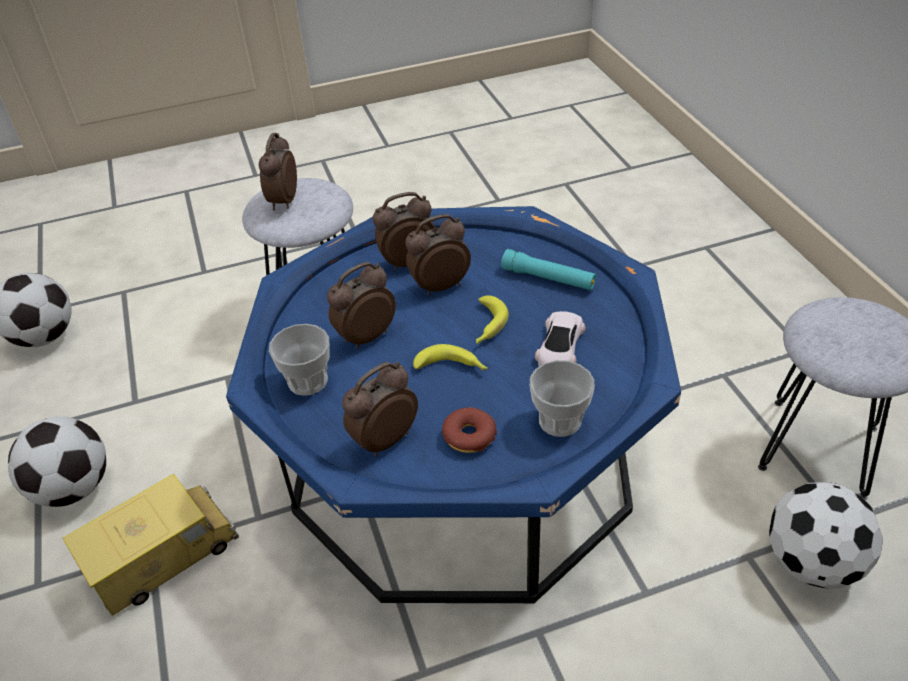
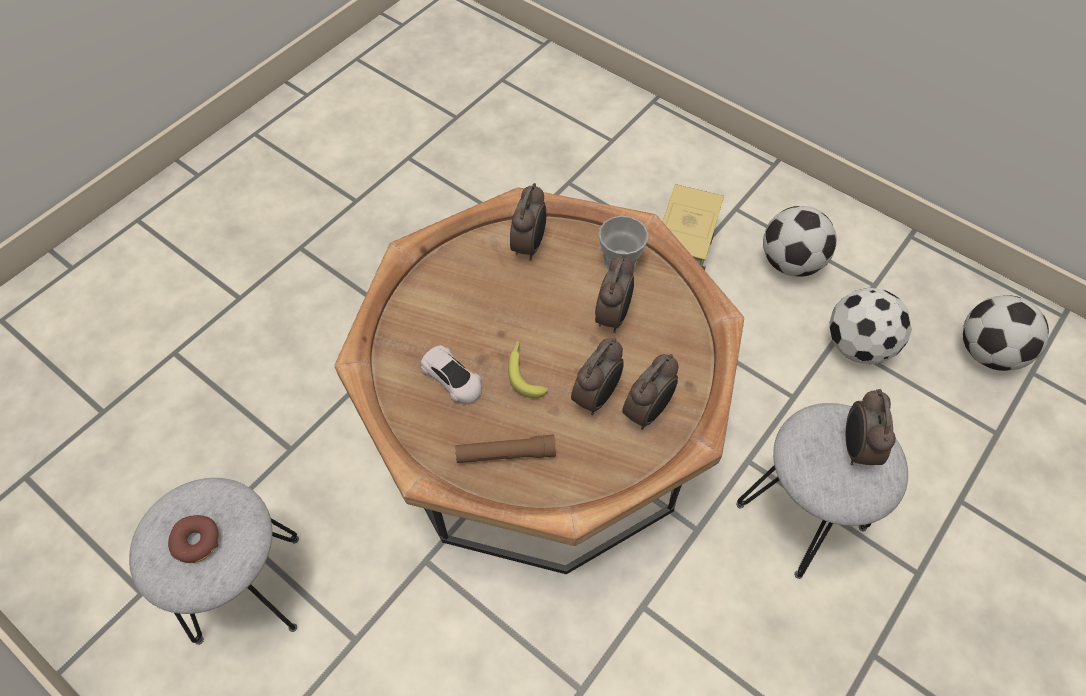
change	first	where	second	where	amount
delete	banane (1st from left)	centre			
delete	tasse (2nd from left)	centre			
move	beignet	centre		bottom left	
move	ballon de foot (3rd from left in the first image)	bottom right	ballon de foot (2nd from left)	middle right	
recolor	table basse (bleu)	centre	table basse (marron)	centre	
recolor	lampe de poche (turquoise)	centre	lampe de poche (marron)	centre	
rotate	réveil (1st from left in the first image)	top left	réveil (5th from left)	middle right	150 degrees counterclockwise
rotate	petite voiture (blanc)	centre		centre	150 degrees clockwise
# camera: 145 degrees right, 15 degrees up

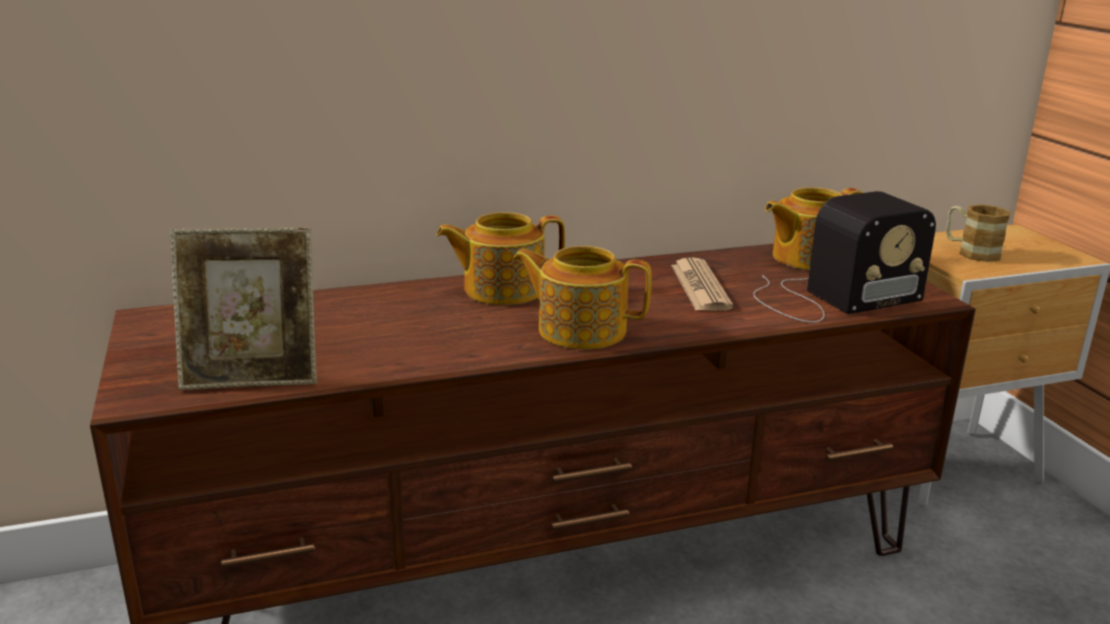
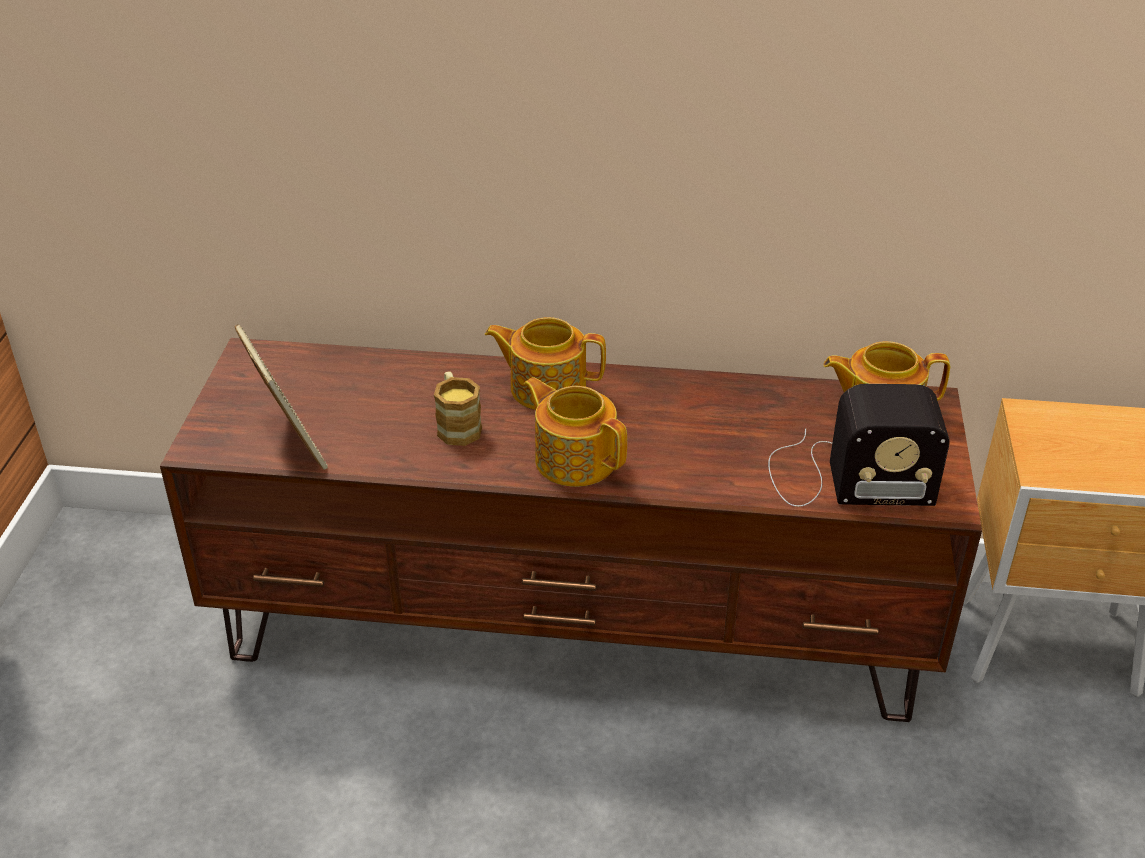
change	first	where	second	where	amount
delete	journal	centre			
move	mug	middle right		centre	
rotate	cadre photo	middle left		middle left	135 degrees counterclockwise
# camera: 25 degrees right, 15 degrees up

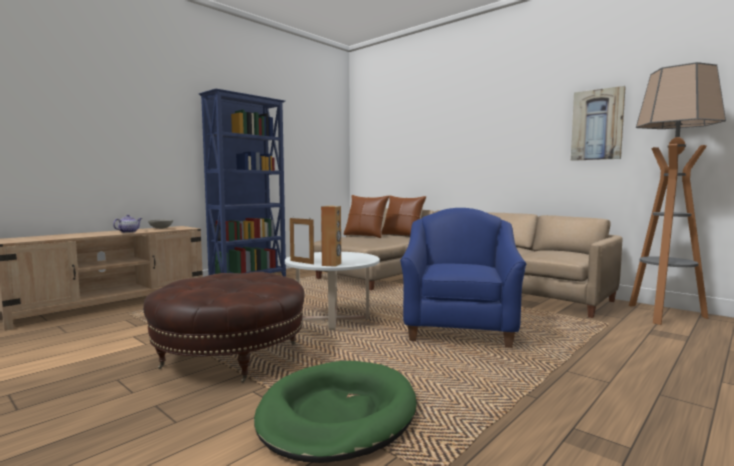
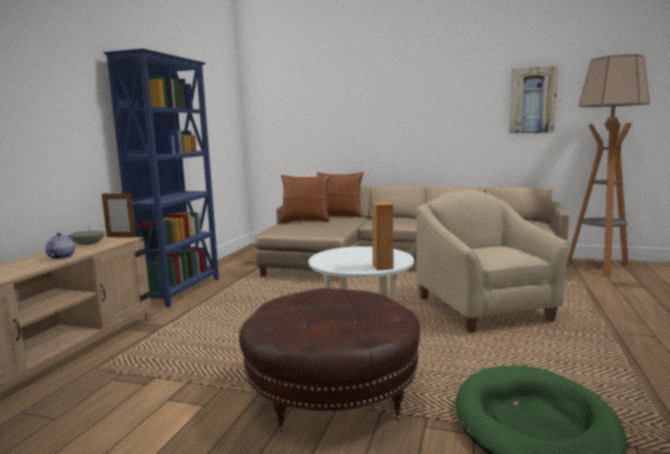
change	first	where	second	where	amount
move	cadre photo	centre		middle left	
recolor	fauteuil (bleu)	centre	fauteuil (beige)	middle right	
# camera: 25 degrees left, 5 degrees up

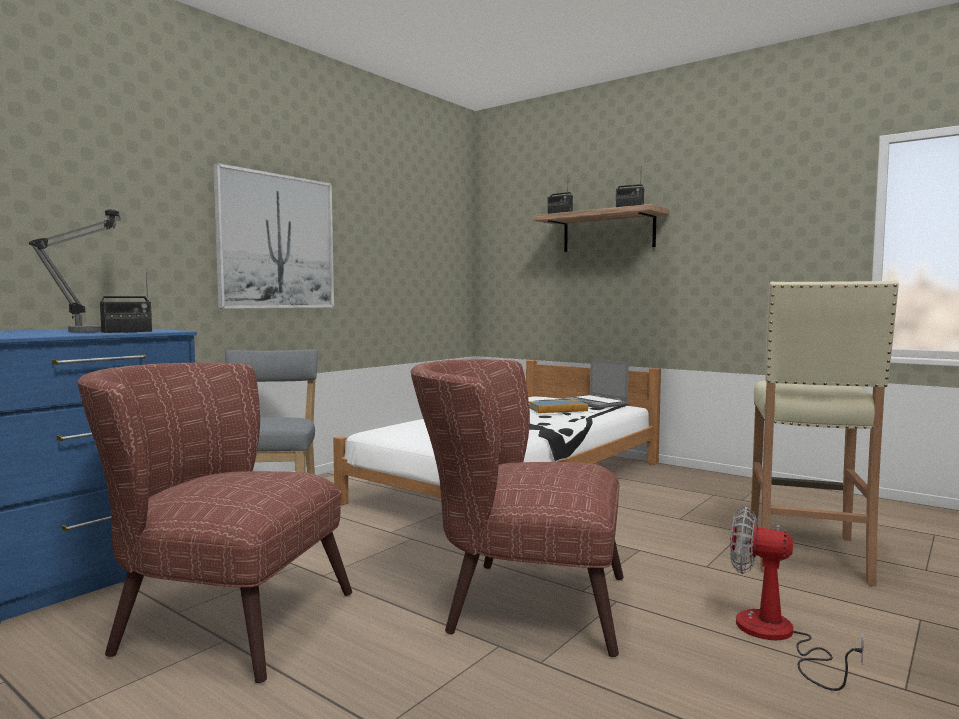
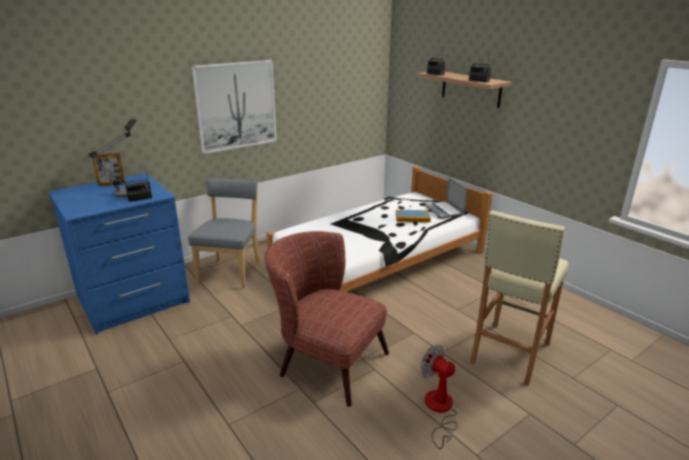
change	first	where	second	where	amount
delete	fauteuil (marron) (1st from left)	bottom left			
insert			cadre photo	middle left	
# camera: 15 degrees right, 20 degrees up

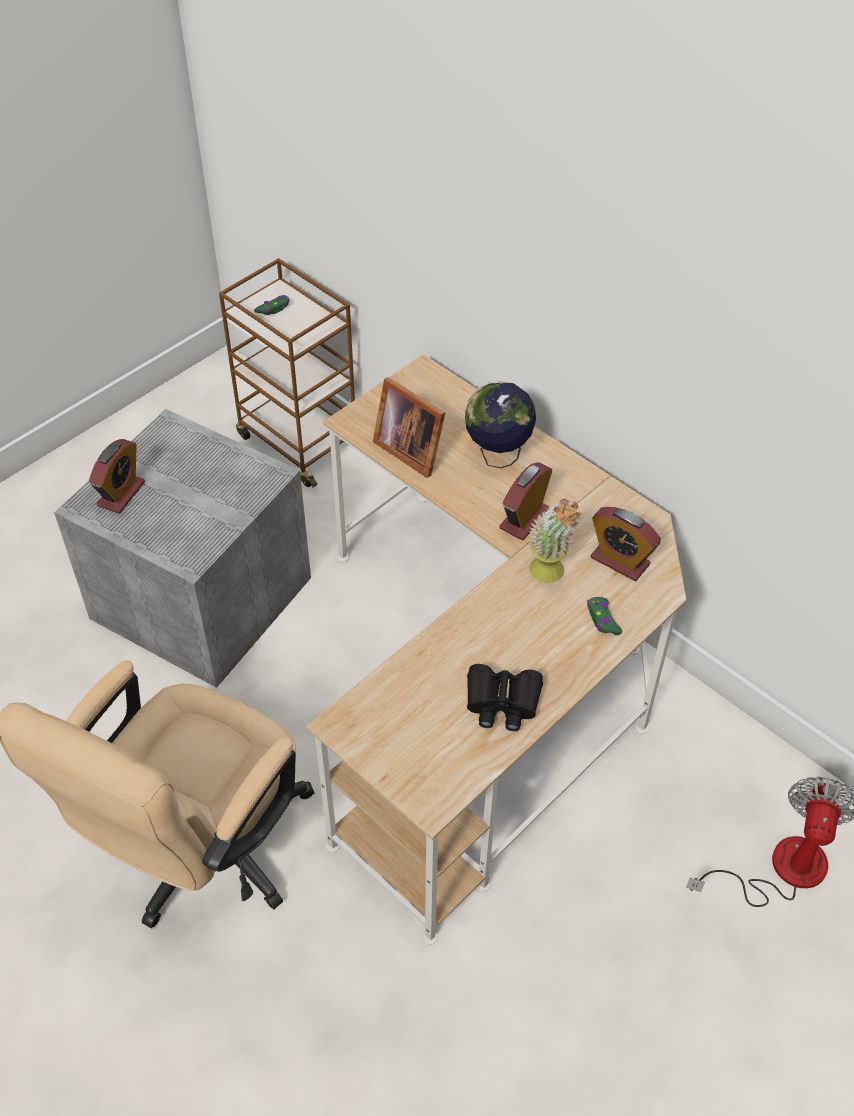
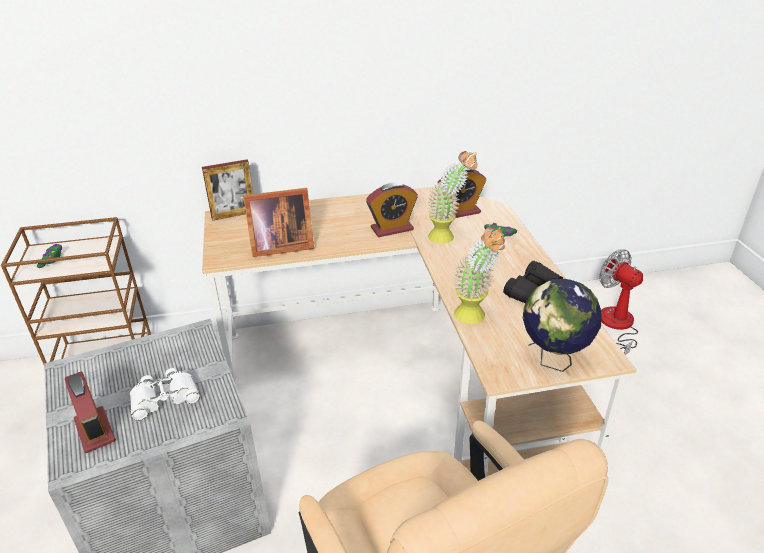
change	first	where	second	where	amount
insert			jumelles (blanc)	bottom left	
insert			cadre photo (1st from left)	middle left	
insert			plante en pot (2nd from left)	centre	
move	globe	centre		middle right	
rotate	réveil (2nd from left)	centre		centre	90 degrees counterclockwise
# camera: 55 degrees left, 15 degrees down

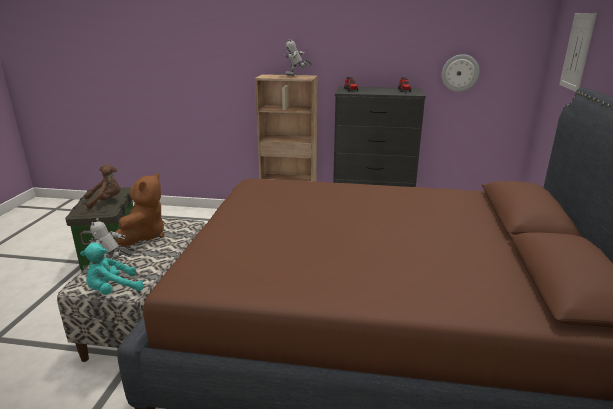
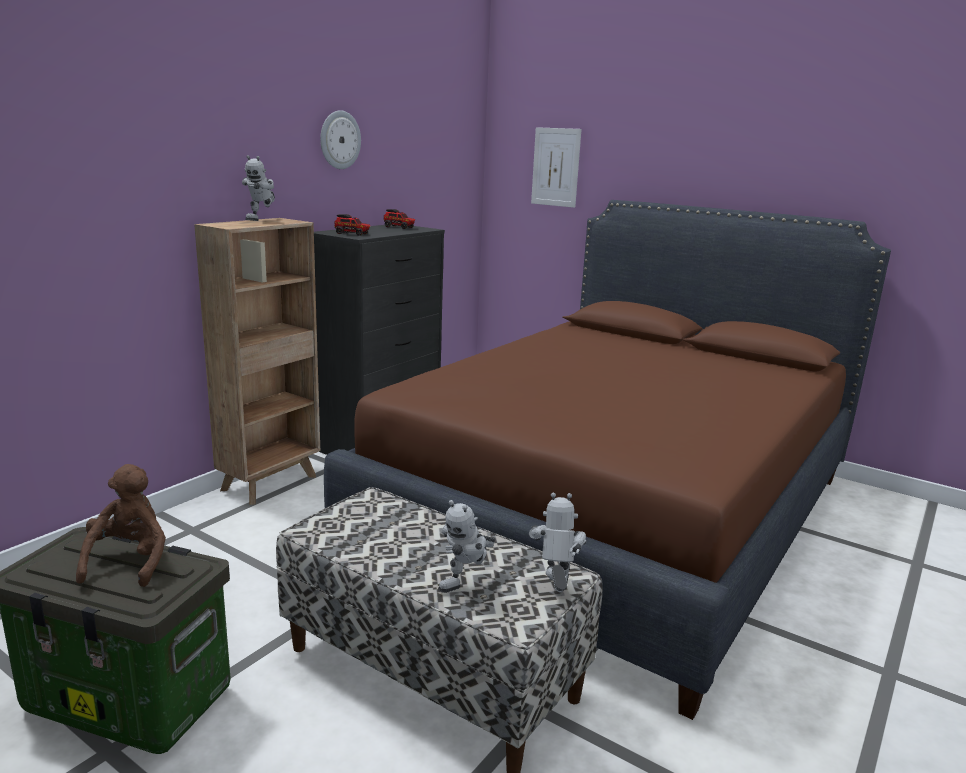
change	first	where	second	where	amount
delete	peluche (marron) (2nd from left)	middle left			
move	horloge murale	top right		top centre	
replace	peluche (turquoise)	middle left	robot jouet (3rd from left)	bottom centre	
# camera: 65 degrees left, 5 degrees down

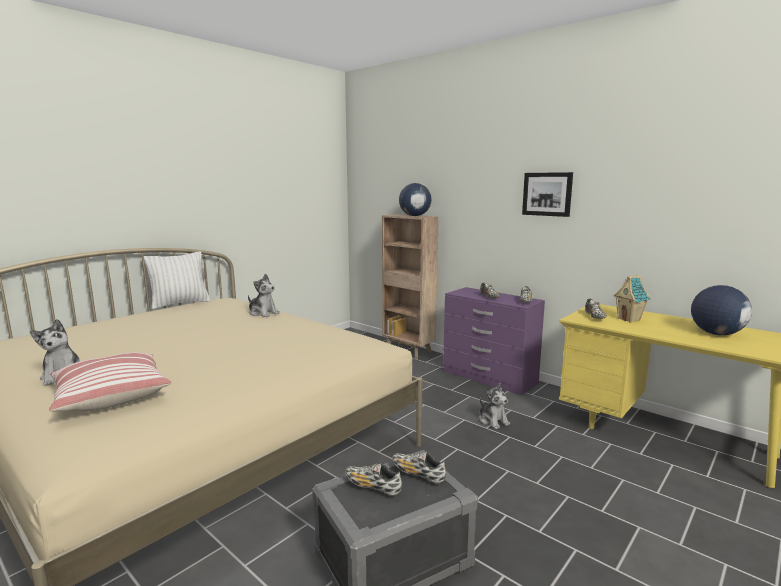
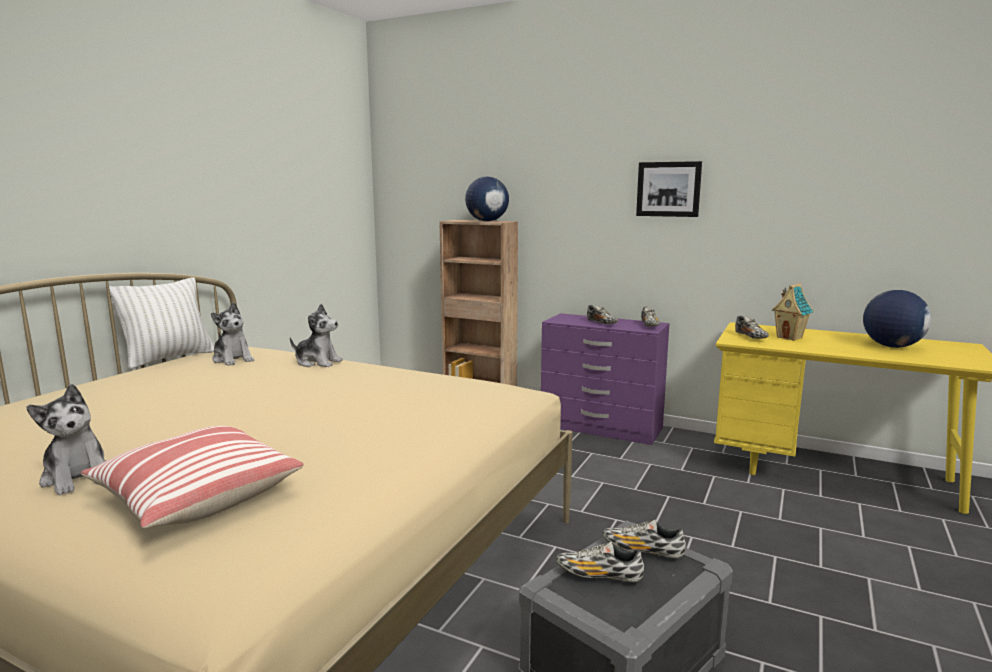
change	first	where	second	where	amount
move	peluche (3rd from left in the first image)	bottom centre	peluche (2nd from left)	middle left	
# camera: 15 degrees left, 0 degrees up

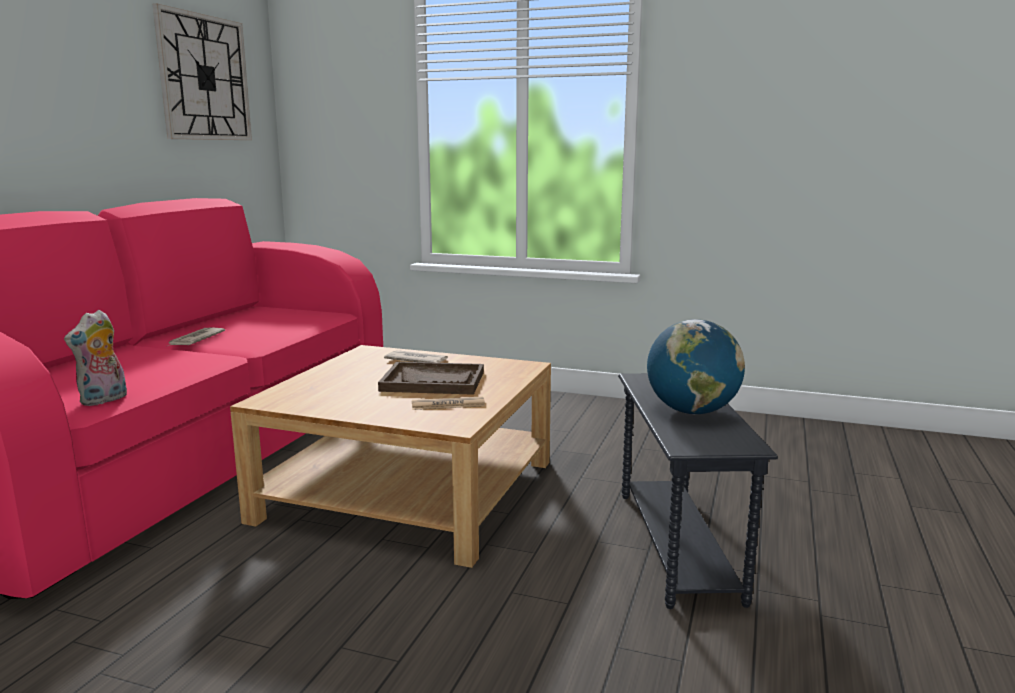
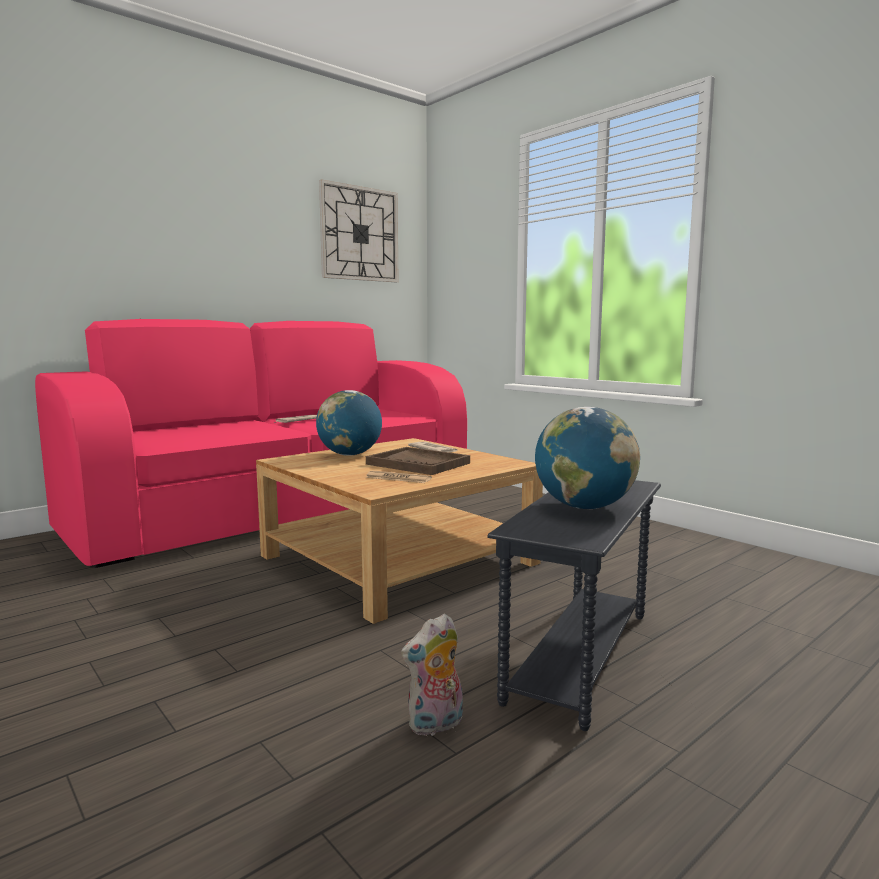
change	first	where	second	where	amount
insert			globe (1st from left)	centre	
move	peluche	middle left		bottom centre	
# camera: 30 degrees right, 5 degrees down

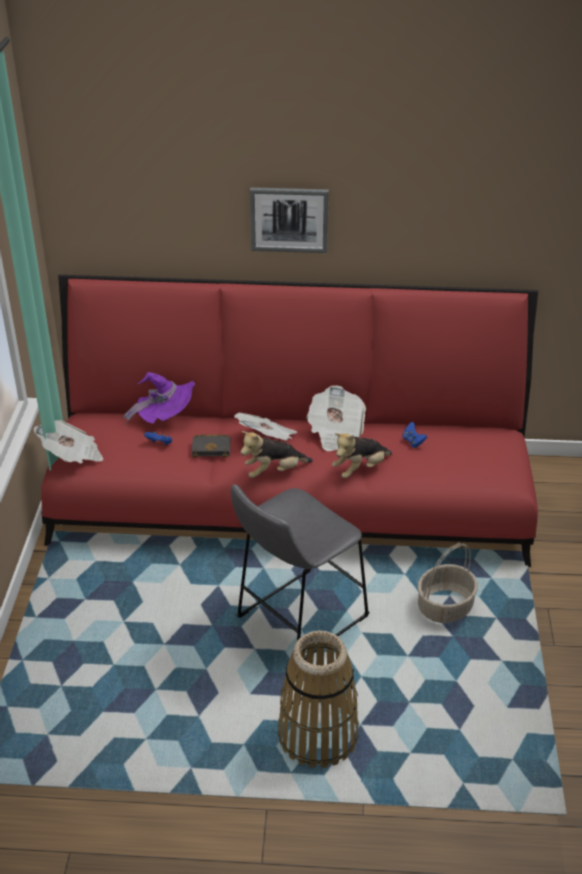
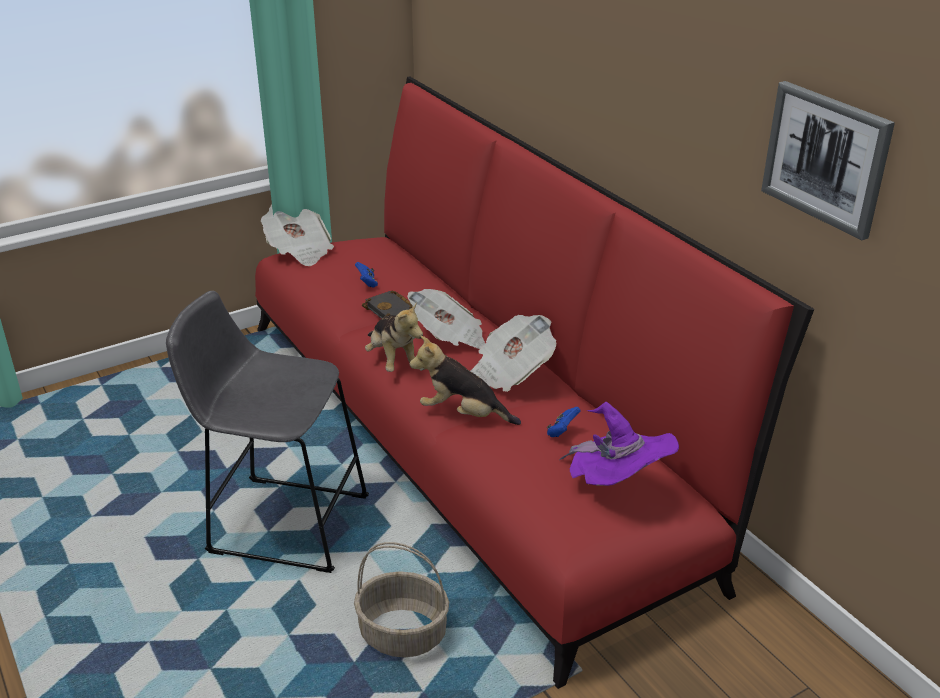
change	first	where	second	where	amount
delete	panier (1st from left)	bottom centre			
move	chapeau (violet)	middle left		centre	
move	tableau	top centre		top right	
rotate	peluche (1st from left)	centre		centre	150 degrees counterclockwise
# camera: 55 degrees right, 5 degrees down

